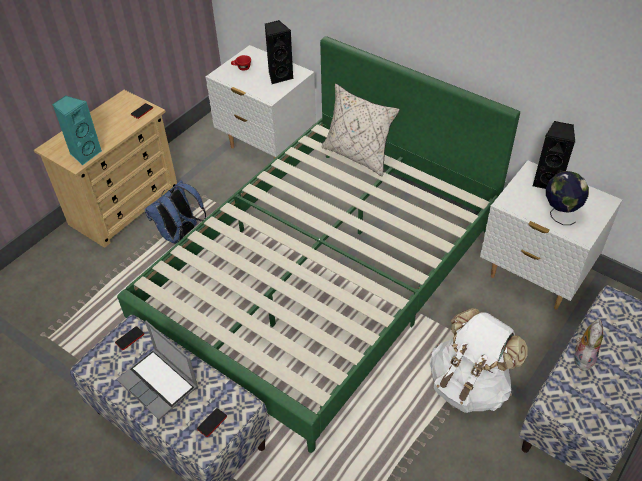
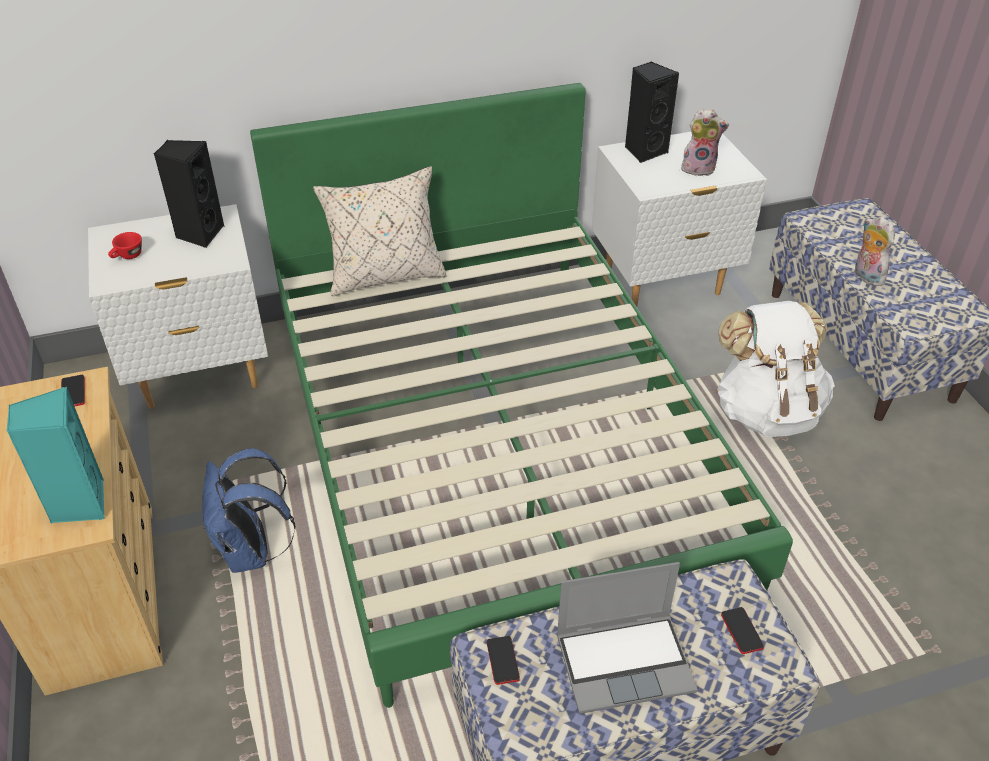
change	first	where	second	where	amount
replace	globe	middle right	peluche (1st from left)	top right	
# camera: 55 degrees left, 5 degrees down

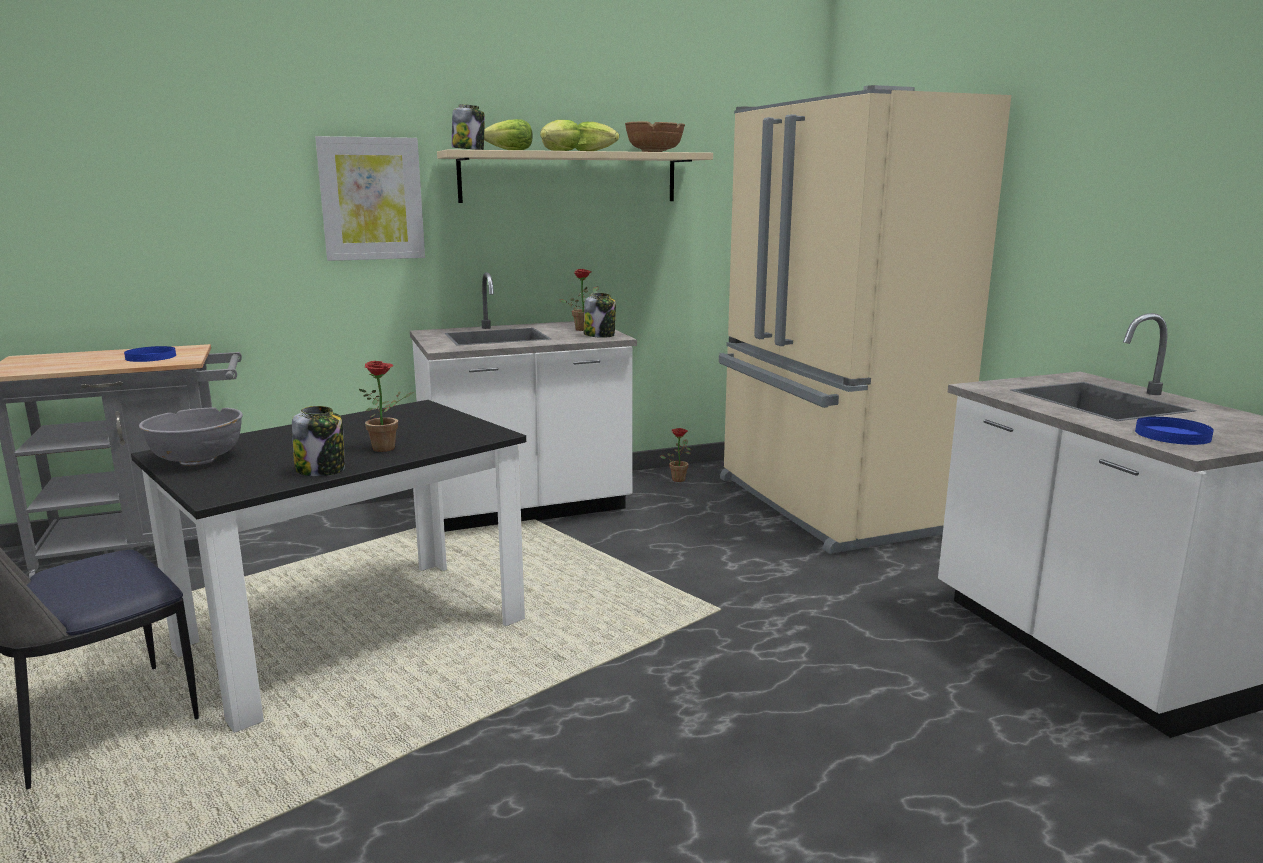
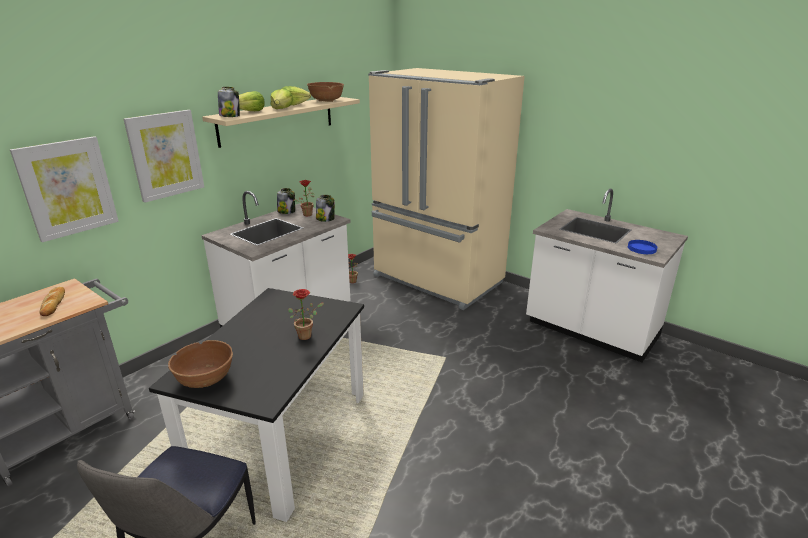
change	first	where	second	where	amount
insert			tableau (1st from left)	middle left	
move	bocal (1st from left in the first image)	middle left	bocal (2nd from left)	centre	
replace	assiette (bleu) (1st from left)	middle left	pain	middle left	
recolor	bol (gris)	middle left	bol (marron) (1st from left)	bottom left	
# camera: 30 degrees left, 10 degrees up

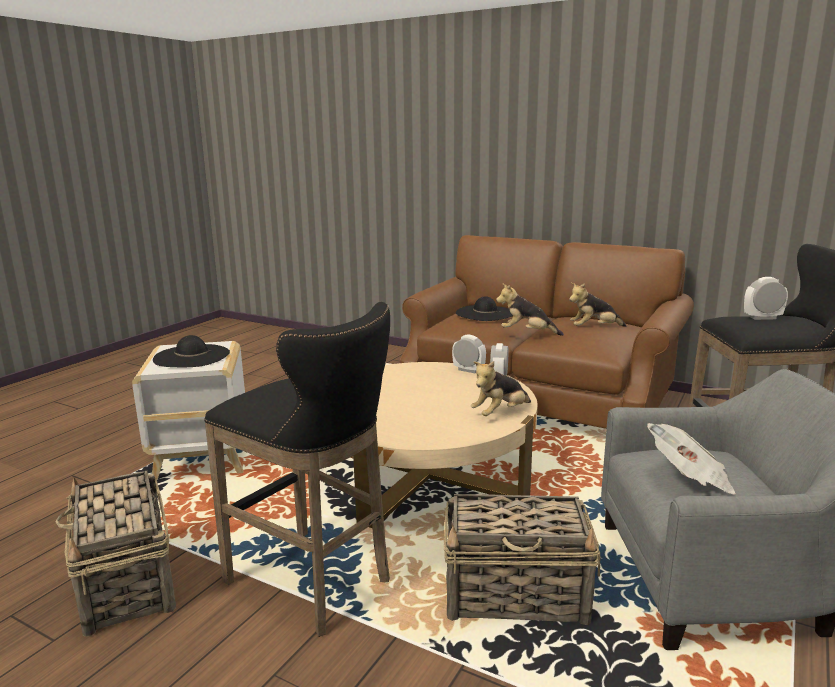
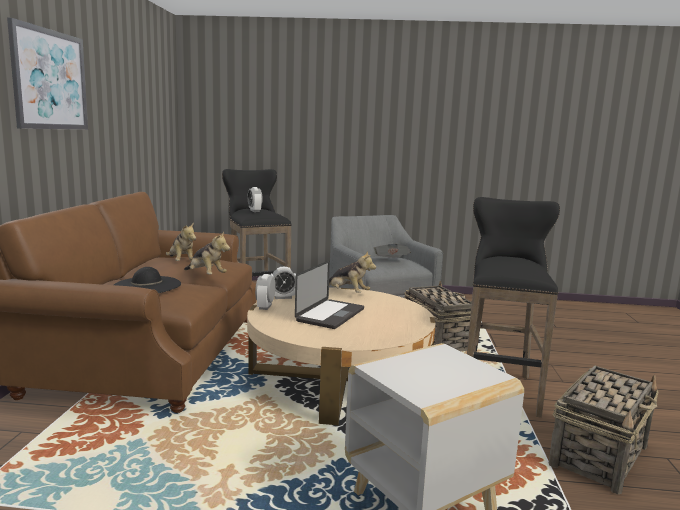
change	first	where	second	where	amount
delete	chapeau (noir) (1st from left)	middle left			
insert			tableau	top left	
insert			ordinateur portable	centre	
rotate	peluche (2nd from left)	centre		middle left	45 degrees counterclockwise
# camera: 115 degrees left, 5 degrees down

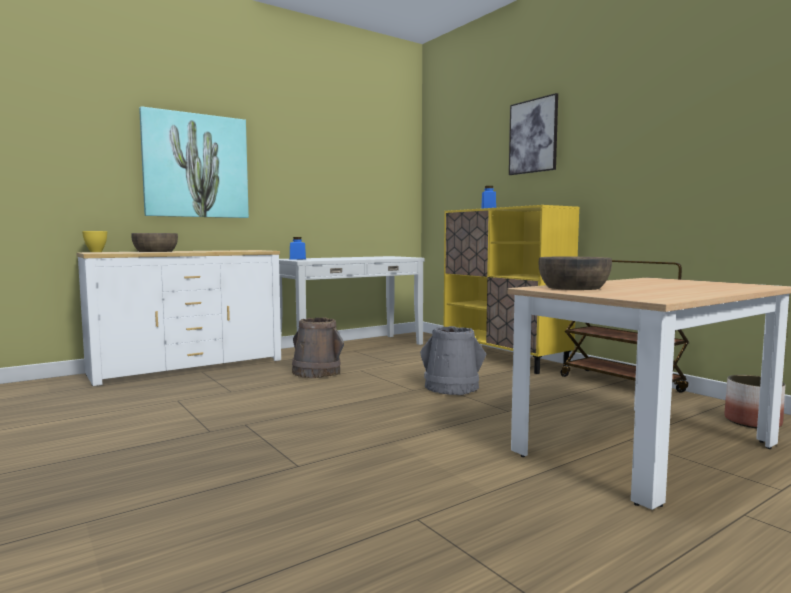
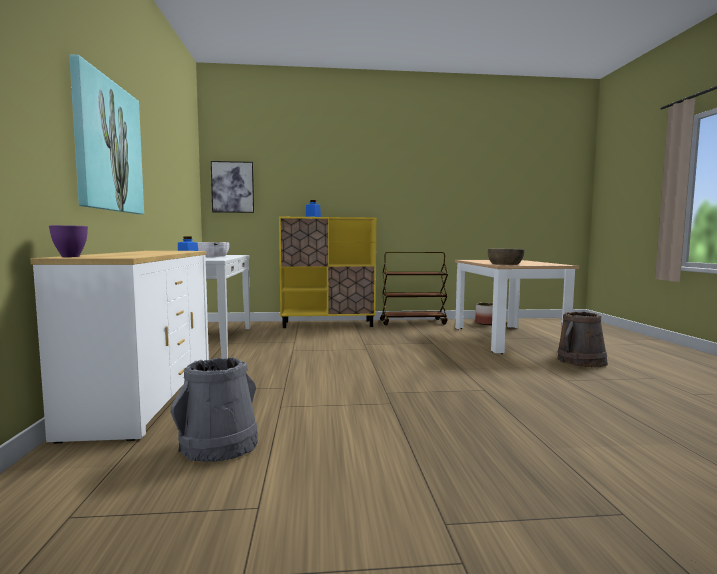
change	first	where	second	where	amount
delete	bol (marron) (1st from left)	middle left			
insert			bol (blanc)	middle left	
move	seau (marron)	centre		middle right	
move	seau (gris)	centre		bottom left	
move	tableau (2nd from left)	top right		top left	
recolor	bol (jaune)	middle left	bol (violet)	middle left	
# camera: 60 degrees left, 0 degrees up

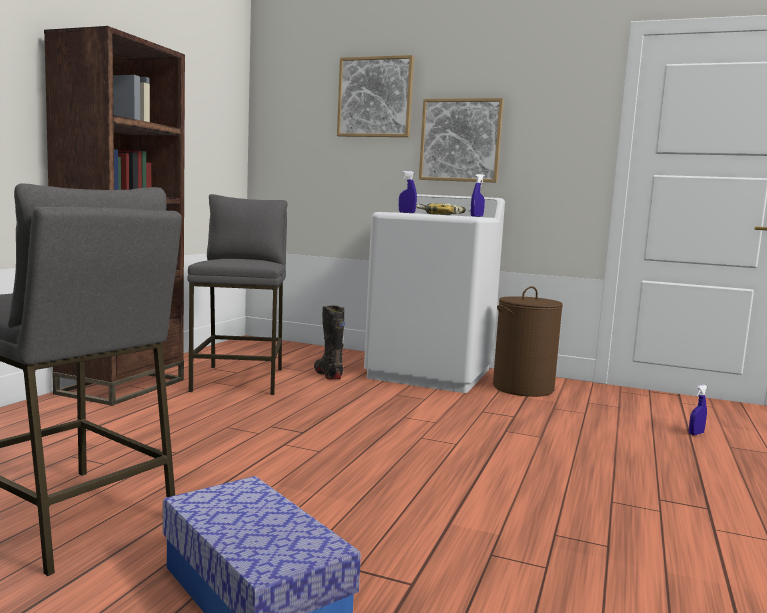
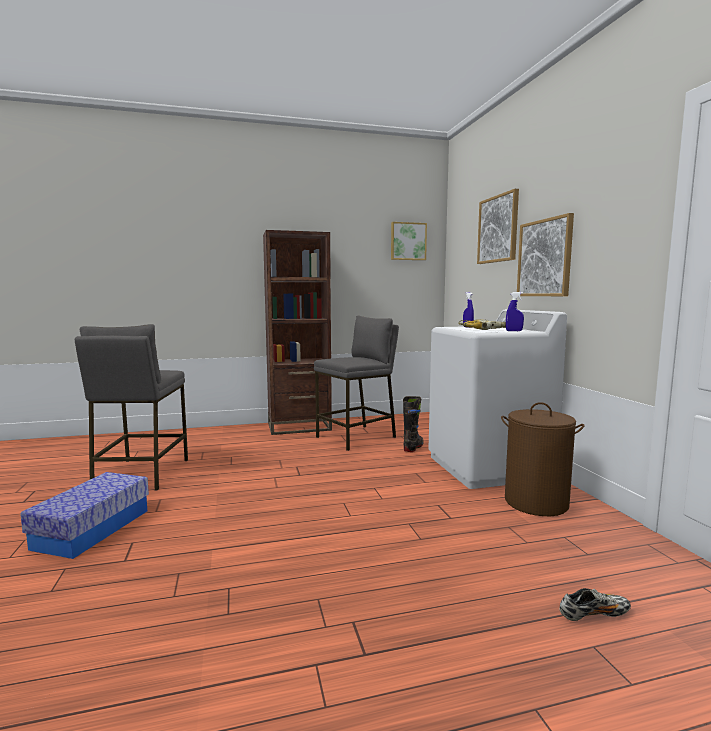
change	first	where	second	where	amount
insert			tableau (1st from left)	top centre	
replace	vaporisateur (bleu) (3rd from left)	bottom right	chaussure	bottom right	
# camera: 55 degrees right, 0 degrees up

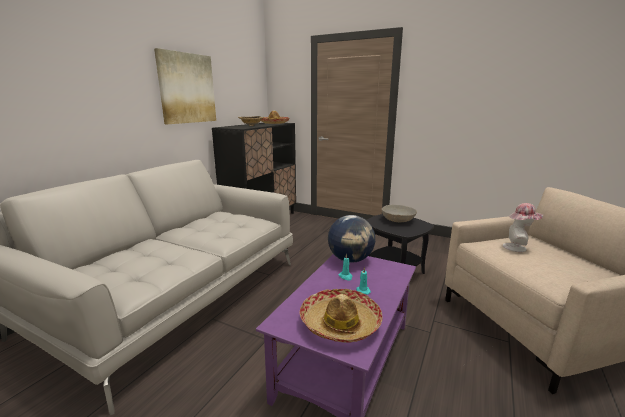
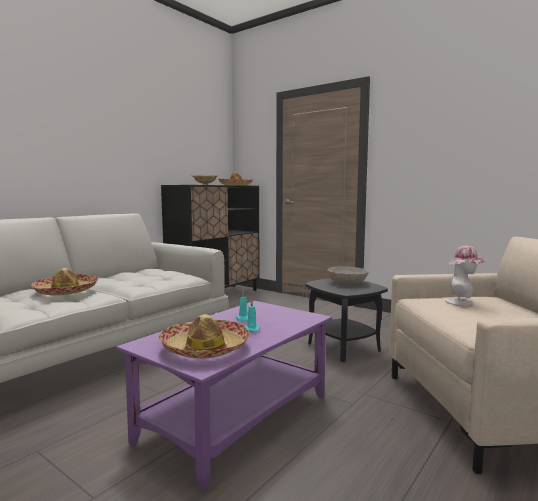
change	first	where	second	where	amount
delete	tableau	top left			
delete	globe	centre			
insert			chapeau (1st from left)	middle left	
# camera: 10 degrees right, 10 degrees down

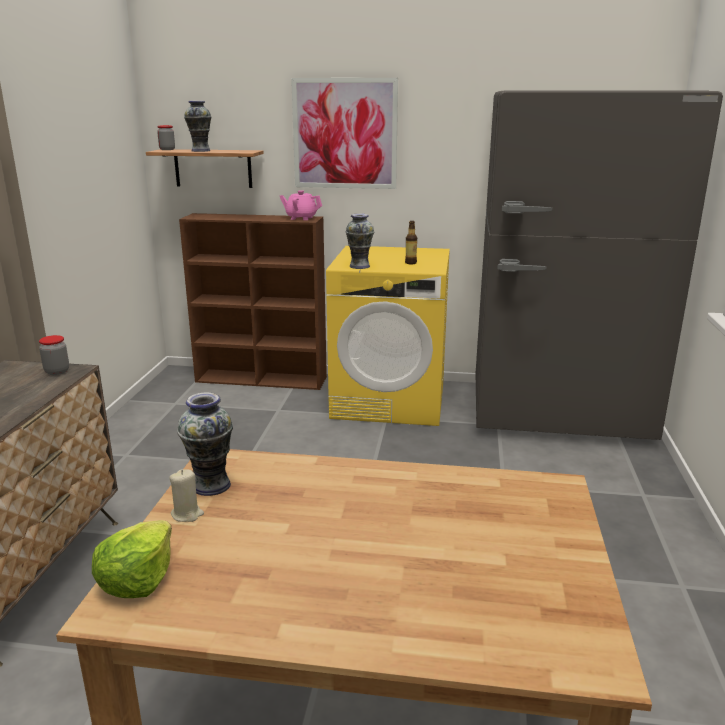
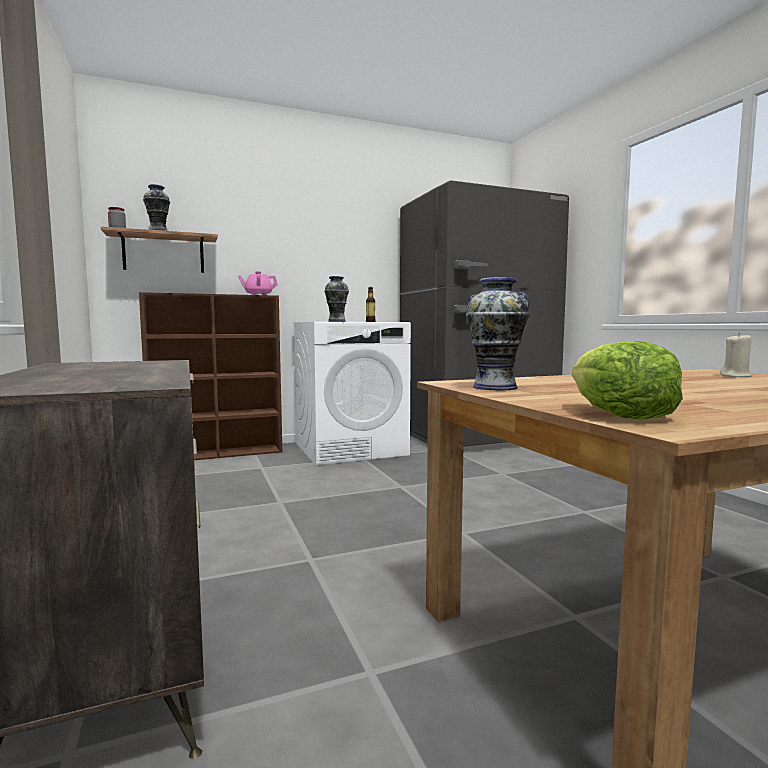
change	first	where	second	where	amount
delete	bocal (1st from left)	middle left			
delete	tableau	top centre			
move	bougie (beige)	bottom left		middle right	
recolor	lave-linge (jaune)	centre	lave-linge (blanc)	centre	
# camera: 30 degrees left, 15 degrees down

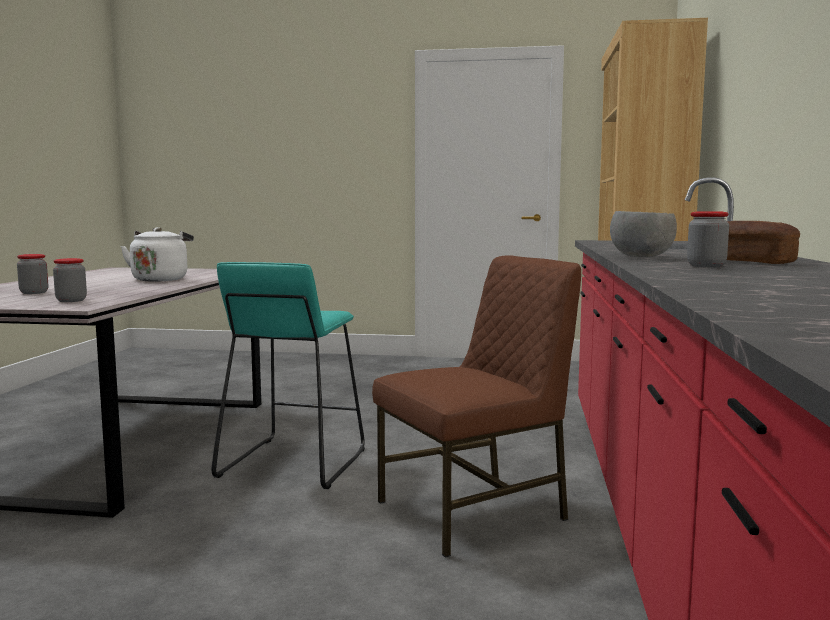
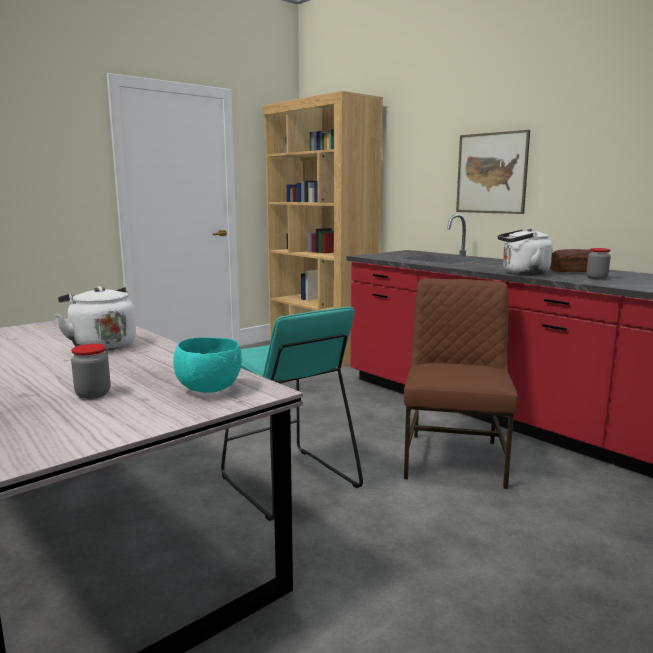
change	first	where	second	where	amount
insert			tableau	top right	
replace	bocal (2nd from left)	middle left	bol (turquoise)	middle left	
replace	bol (gris)	middle right	bouilloire (blanc) (2nd from left)	middle right	
# camera: 50 degrees left, 5 degrees up

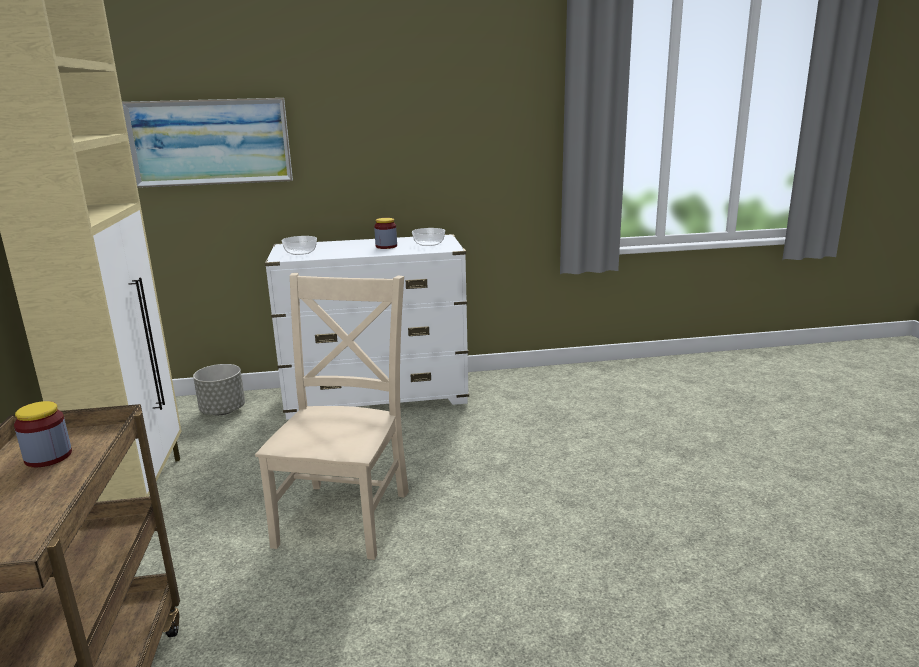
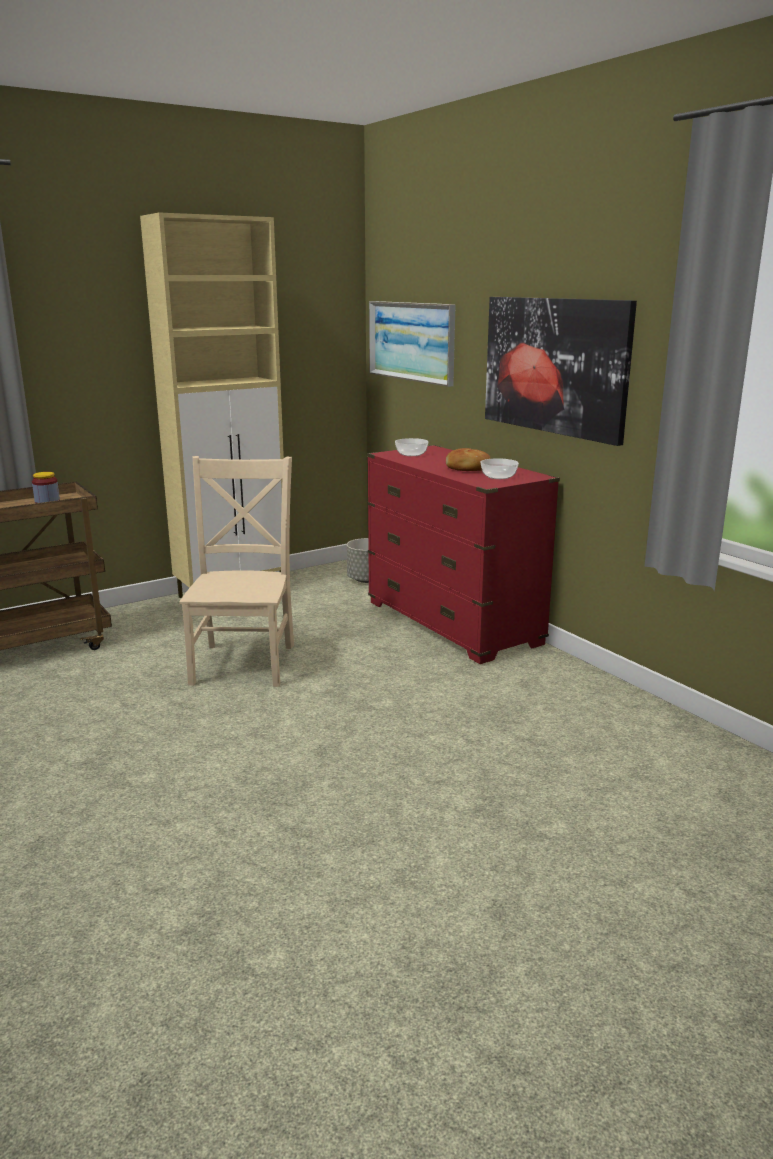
change	first	where	second	where	amount
insert			tableau (2nd from left)	top right	
replace	bocal (2nd from left)	centre	pain	centre	
recolor	commode (blanc)	centre	commode (rouge)	centre	
rotate	chaise (beige)	centre		middle left	75 degrees counterclockwise
# camera: 65 degrees right, 0 degrees up

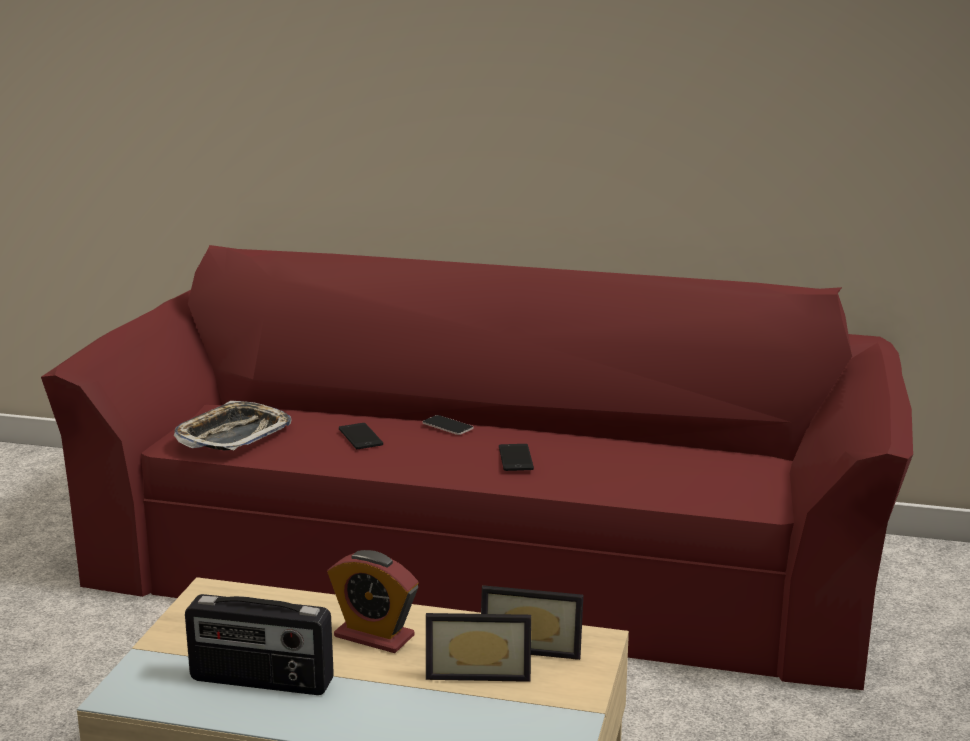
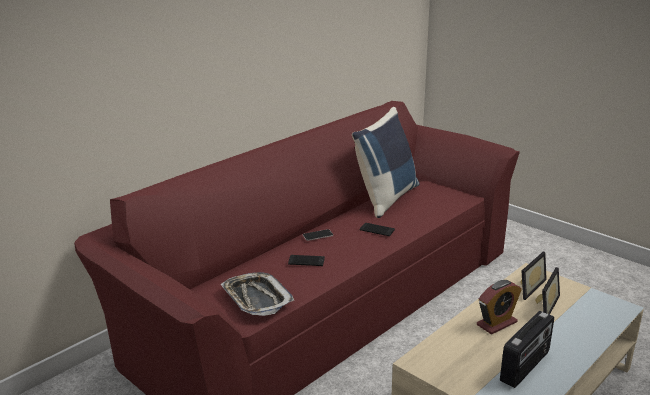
change	first	where	second	where	amount
insert			coussin (bleu)	centre	
# camera: 60 degrees left, 5 degrees up

